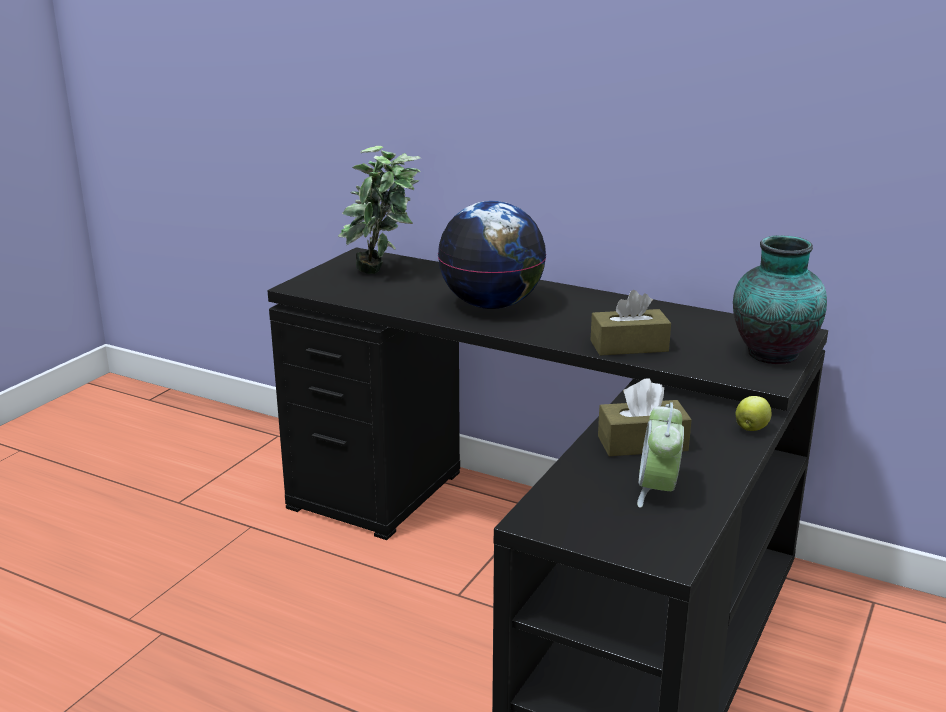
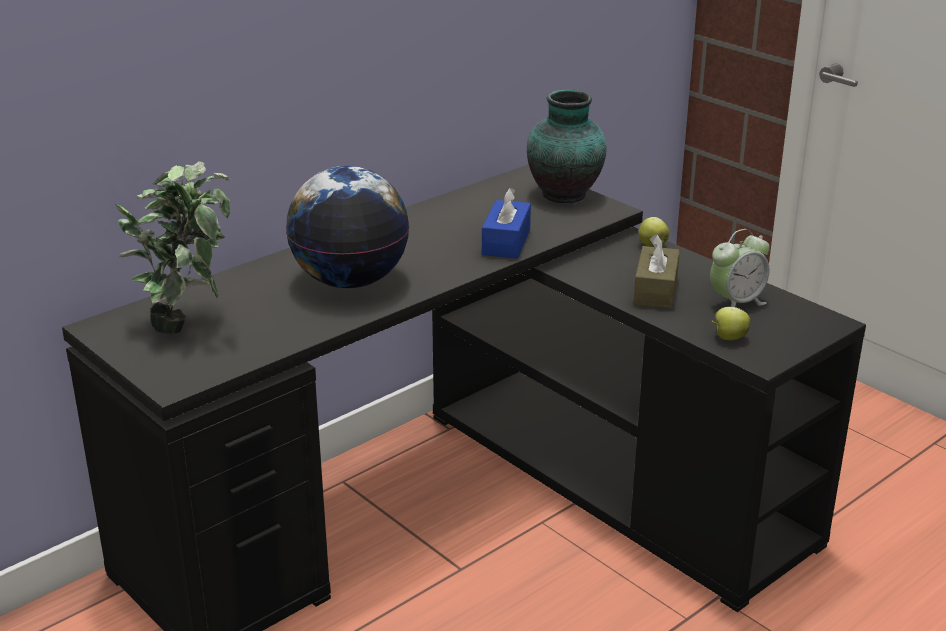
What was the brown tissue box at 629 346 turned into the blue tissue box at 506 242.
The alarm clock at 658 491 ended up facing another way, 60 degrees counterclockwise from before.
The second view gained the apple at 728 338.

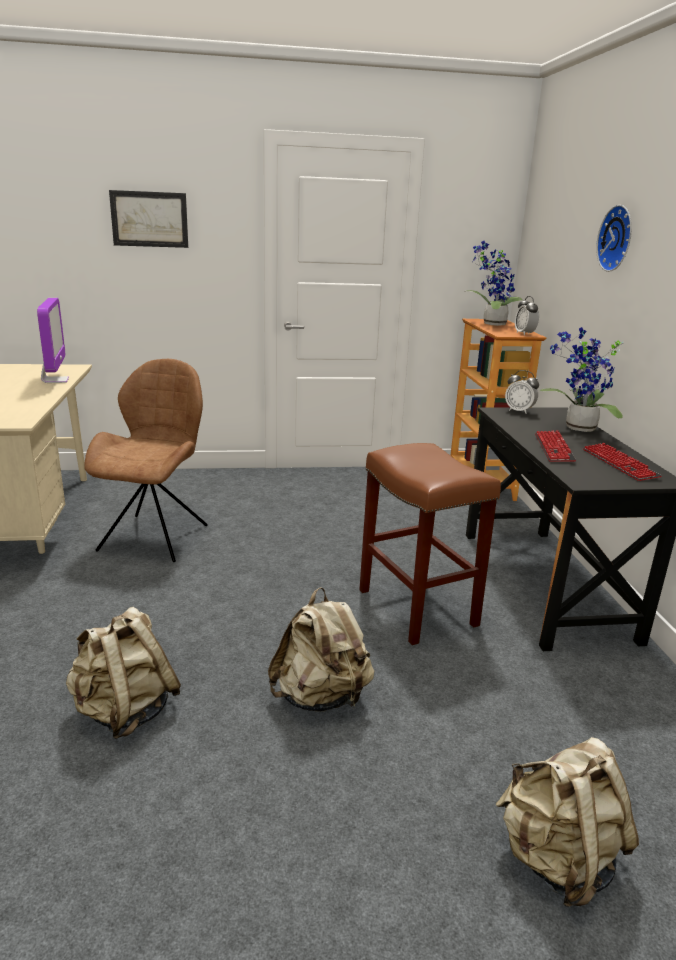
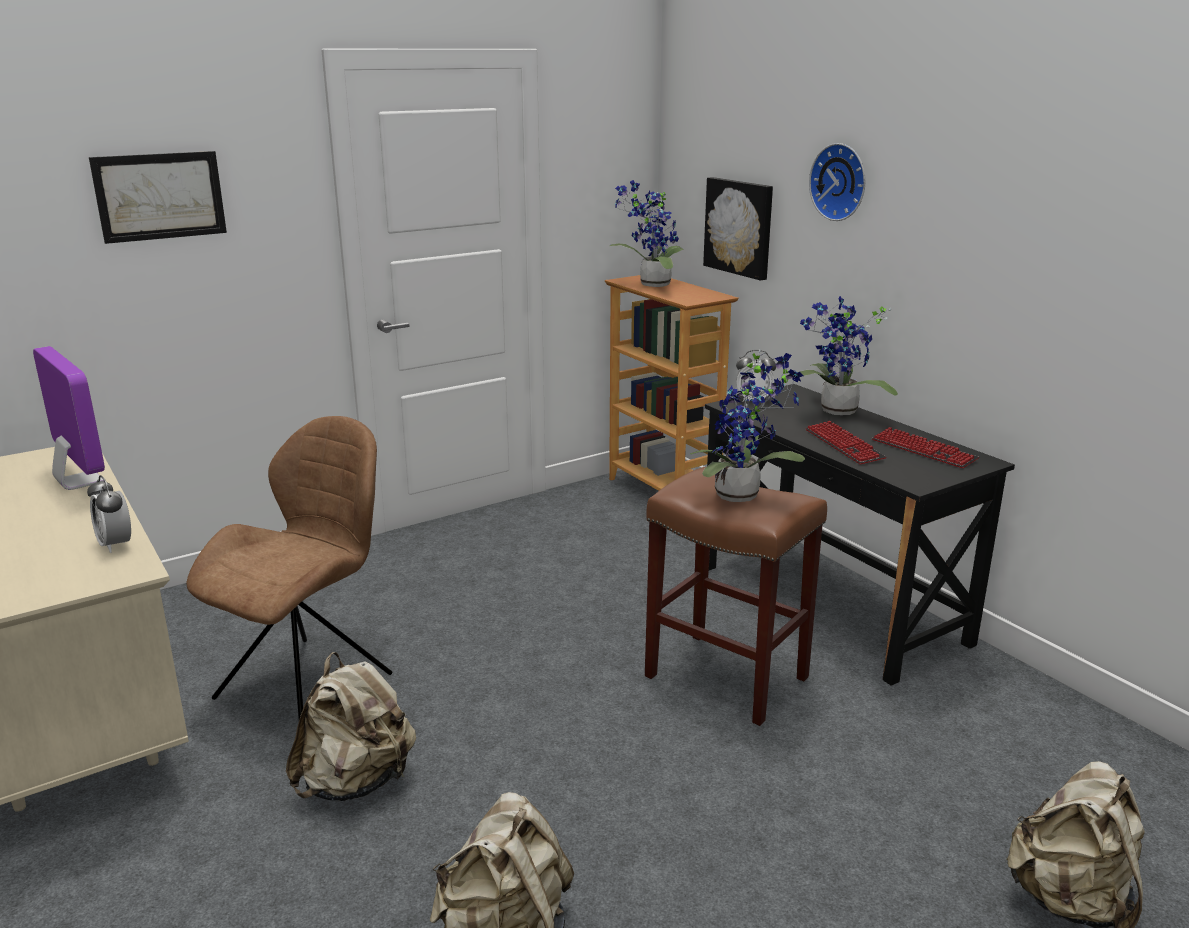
The alarm clock ended up elsewhere, having gone from 524 334 to 115 544.
The brown chair at 156 536 ended up facing another way, 45 degrees clockwise from before.
The beige backpack ended up elsewhere, having gone from 321 697 to 356 782.
The second view gained the potted plant at 743 495.
The second view gained the picture at 740 227.

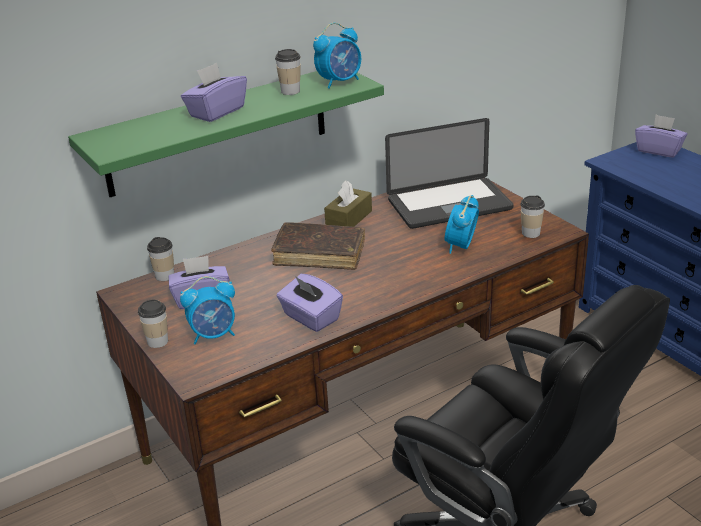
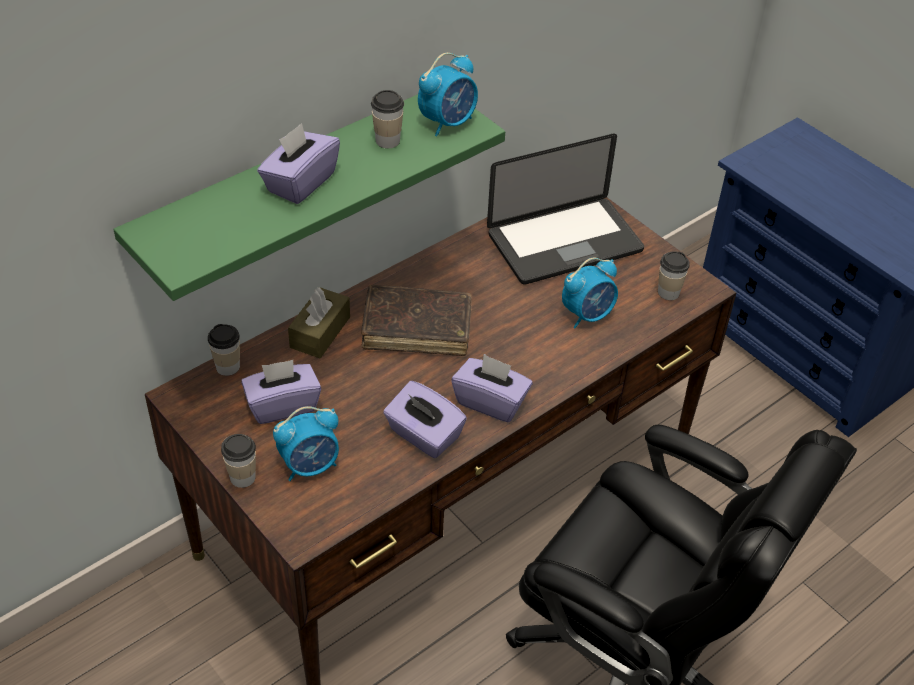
The brown tissue box ended up elsewhere, having gone from 349 219 to 320 332.
The purple tissue box ended up elsewhere, having gone from 659 150 to 491 402.
The alarm clock at 461 246 ended up facing another way, 135 degrees counterclockwise from before.

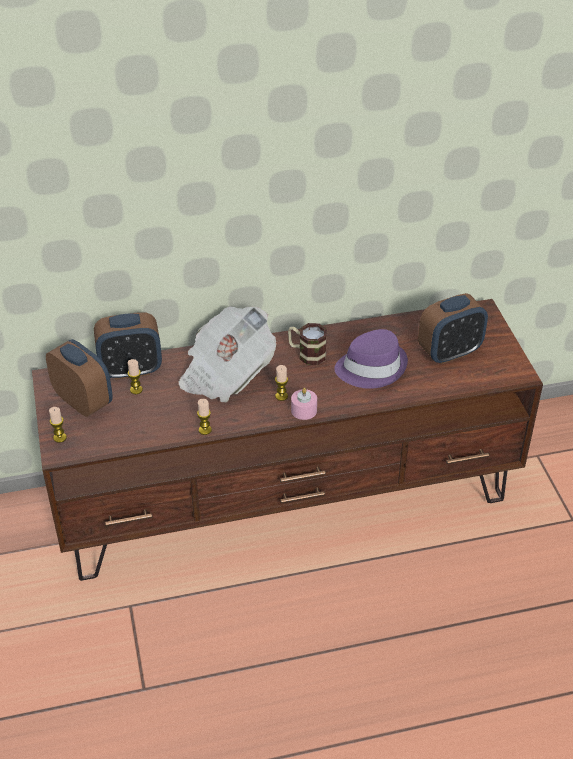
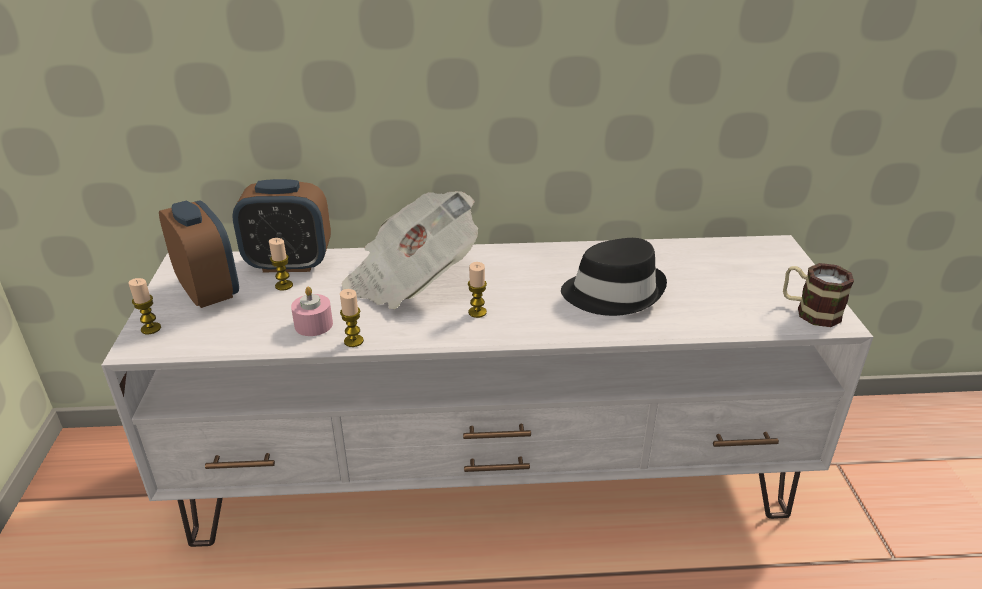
What was the brown tv stand at 287 498 turned into the white tv stand at 493 475.
The pink candle ended up elsewhere, having gone from 304 410 to 313 325.
What was the purple hat at 371 367 turned into the black hat at 613 292.
The mug ended up elsewhere, having gone from 306 354 to 809 311.
The second view lost the alarm clock at 449 352.

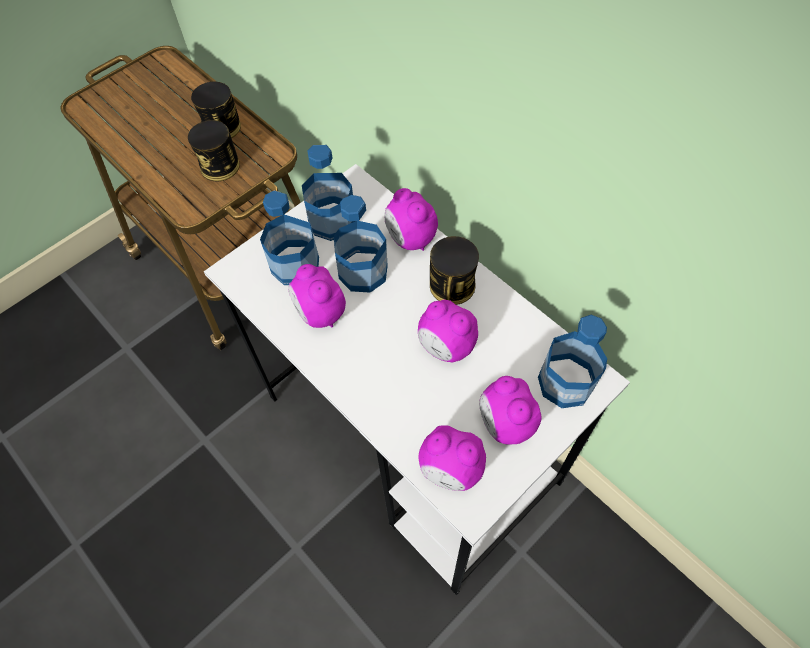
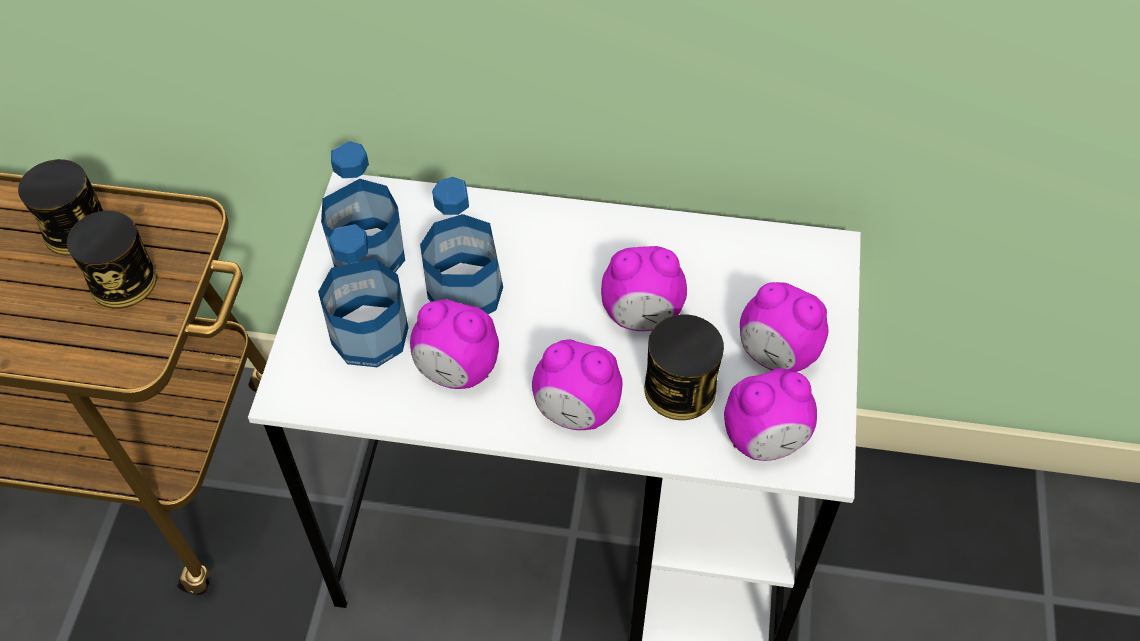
The alarm clock ended up elsewhere, having gone from 410 239 to 576 411.
The can ended up elsewhere, having gone from 452 285 to 680 389.
The second view lost the bottle at 565 383.

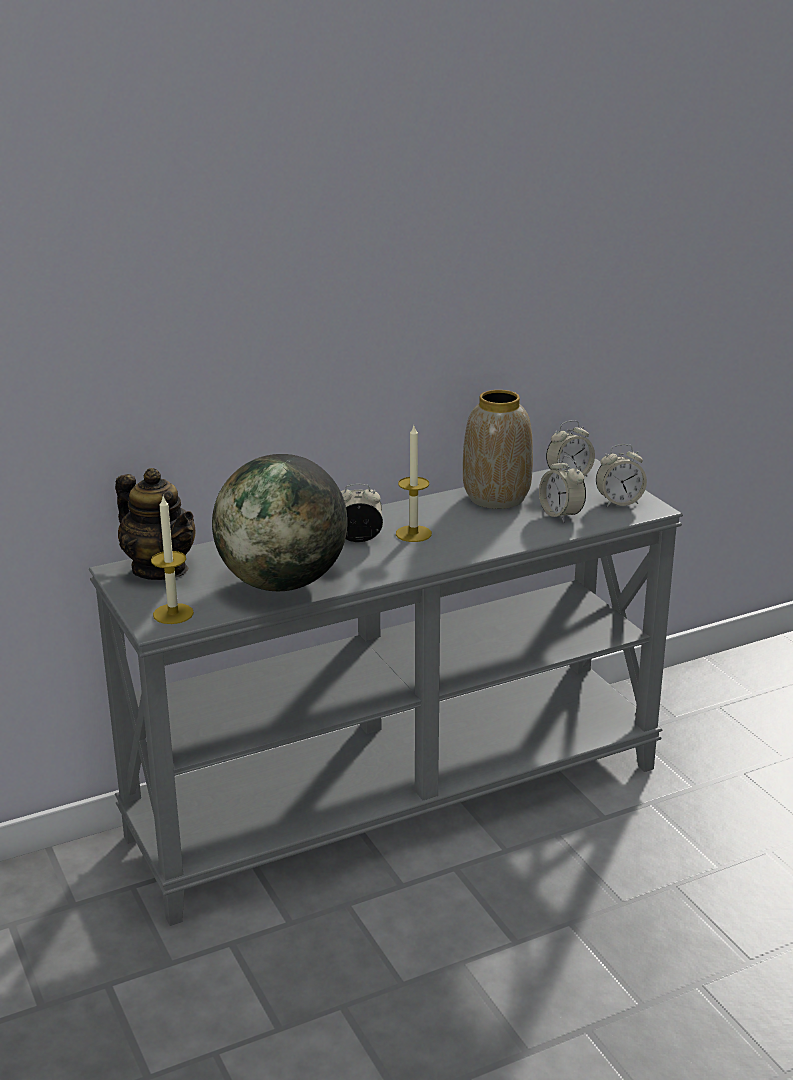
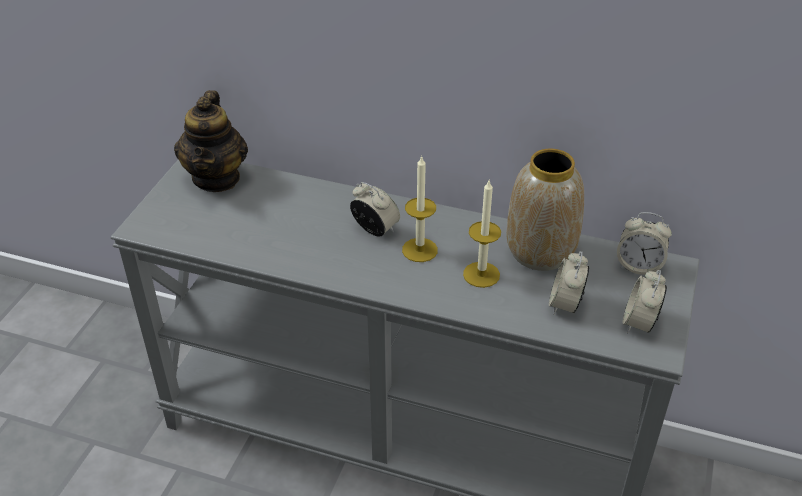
The candle ended up elsewhere, having gone from 173 614 to 481 274.
The alarm clock at 619 502 ended up facing another way, 75 degrees clockwise from before.
The second view lost the globe at 282 583.

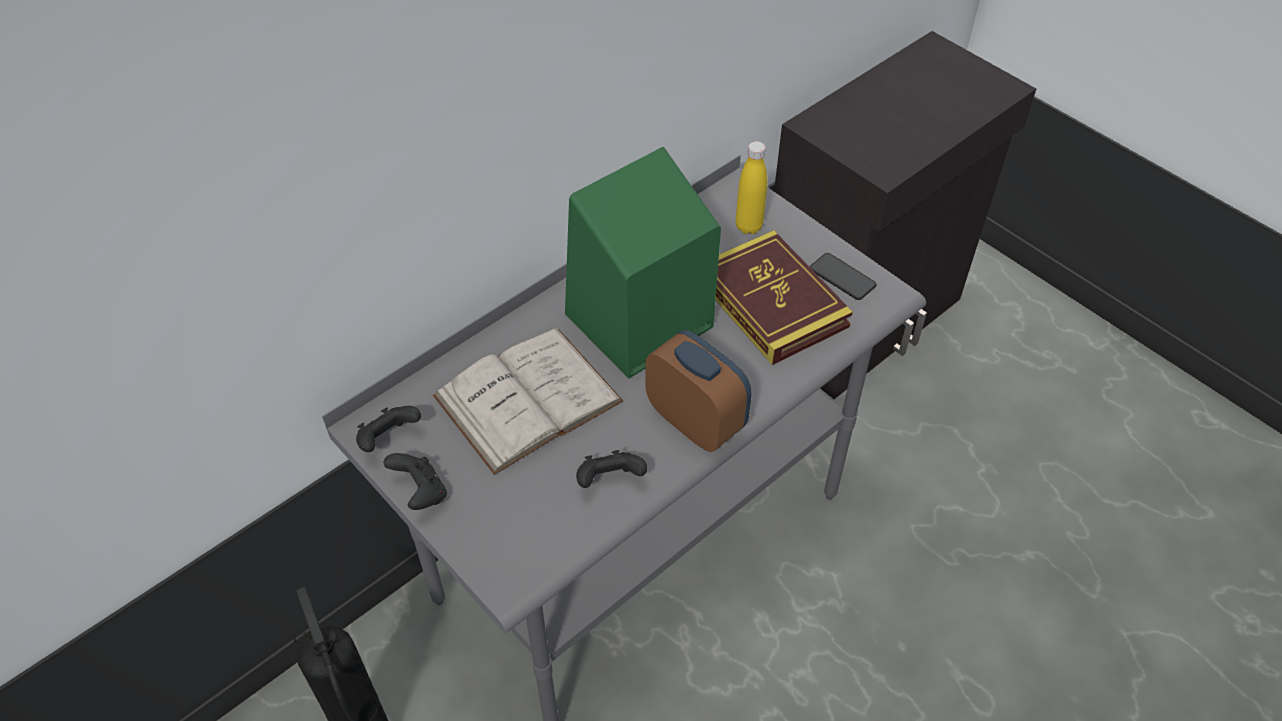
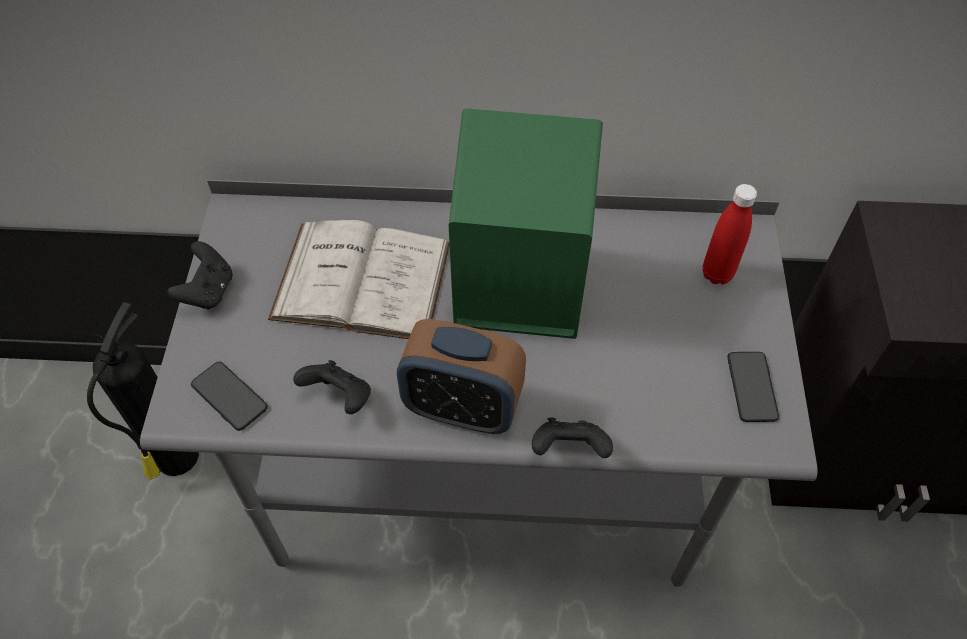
The second view gained the phone at 229 396.
The alarm clock at 695 421 ended up facing another way, 105 degrees clockwise from before.
The black game controller ended up elsewhere, having gone from 388 439 to 569 449.
What was the yellow bottle at 748 226 turned into the red bottle at 717 274.
The second view lost the book at 772 302.

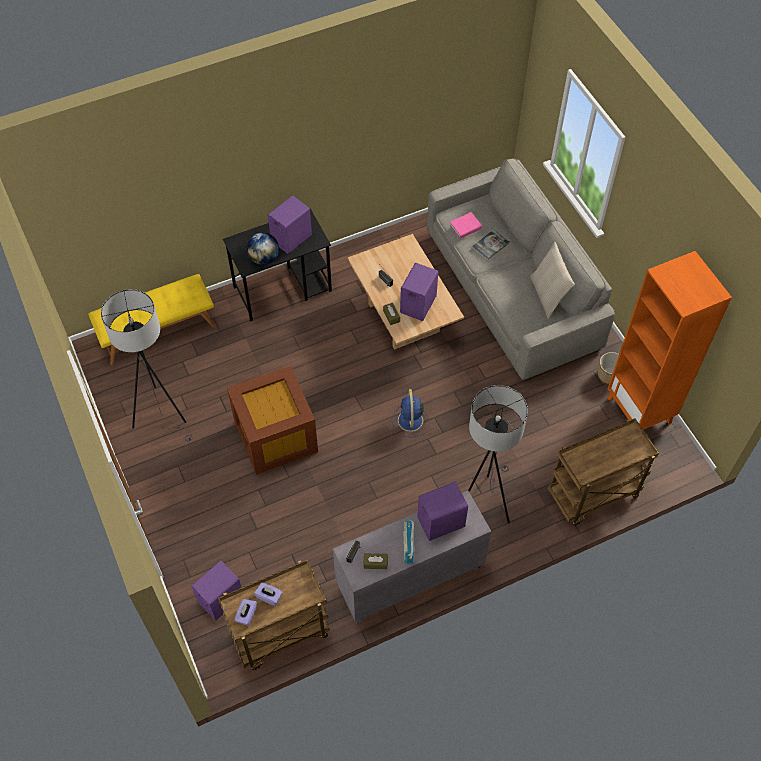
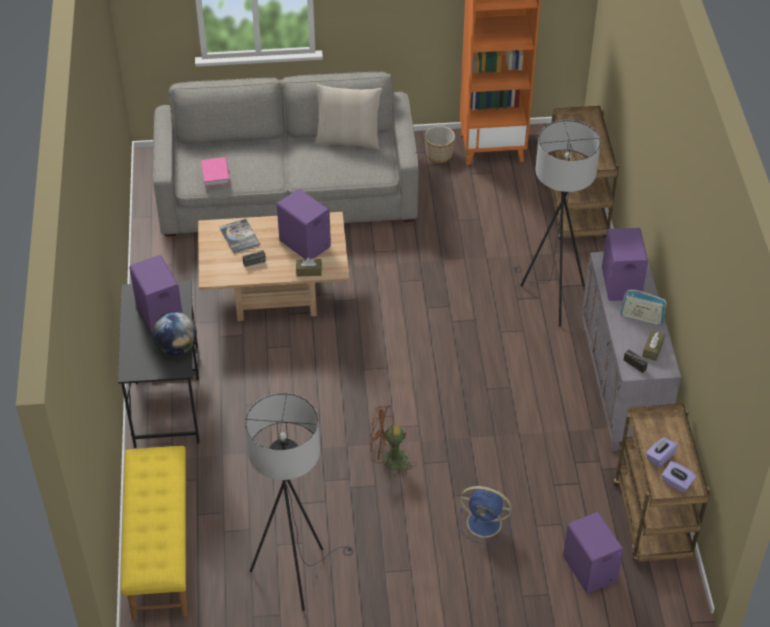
The book ended up elsewhere, having gone from 490 245 to 239 236.
Where the brown storage box stood at 275 438, the brown fan came to stand at 388 461.
The blue fan ended up elsewhere, having gone from 410 421 to 486 523.

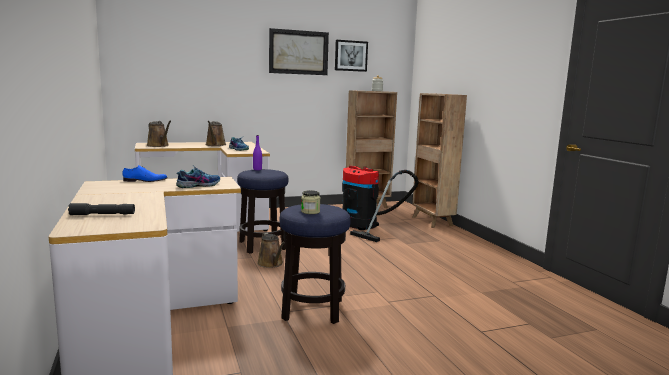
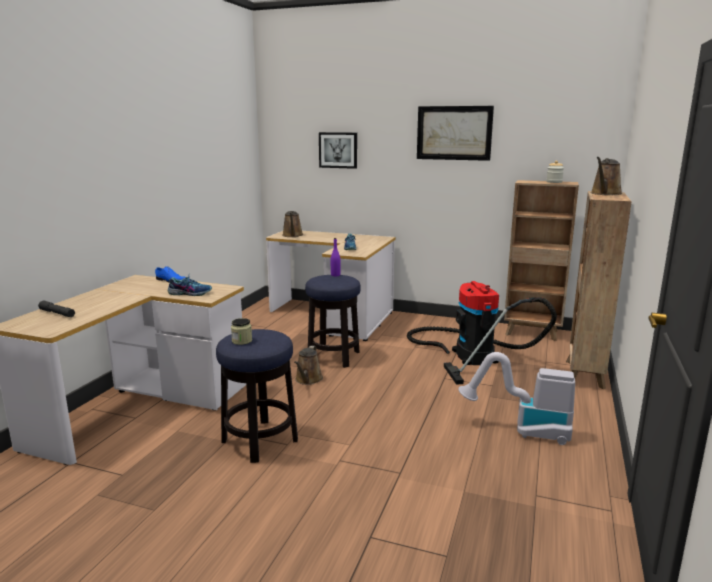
The picture ended up elsewhere, having gone from 351 56 to 338 150.
The second view gained the vacuum cleaner at 522 430.
The brown watering can ended up elsewhere, having gone from 215 145 to 605 194.

